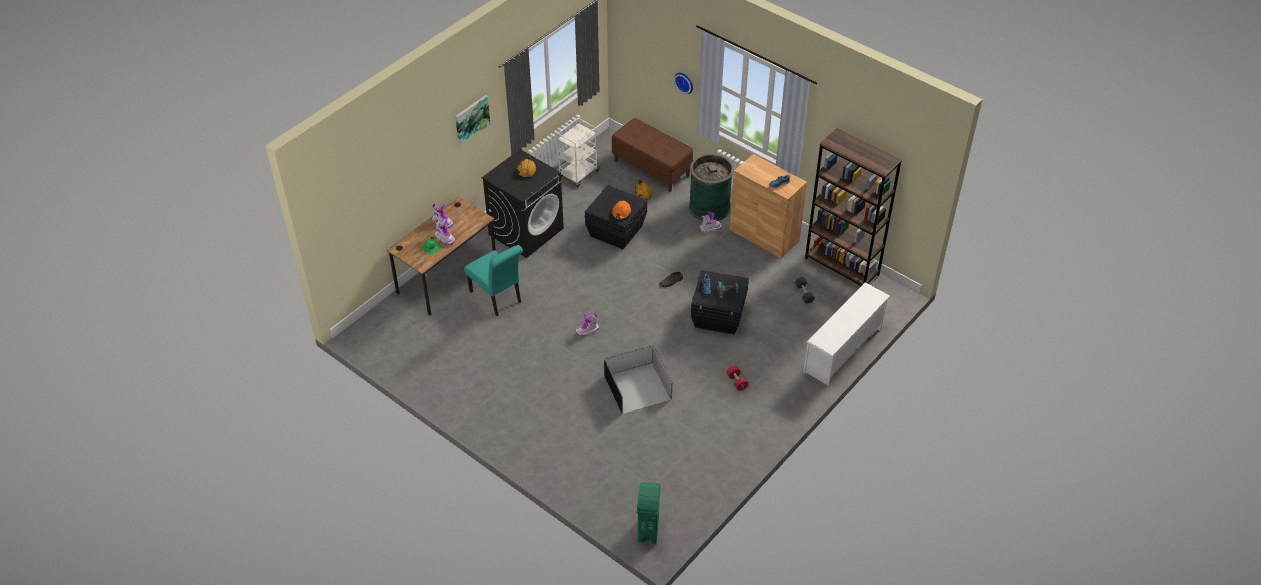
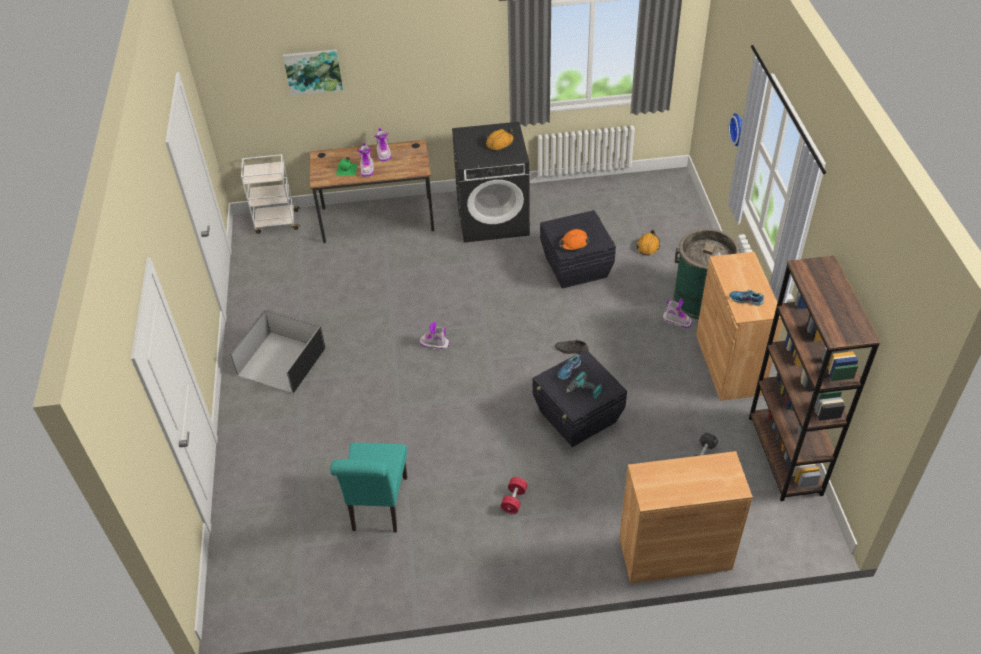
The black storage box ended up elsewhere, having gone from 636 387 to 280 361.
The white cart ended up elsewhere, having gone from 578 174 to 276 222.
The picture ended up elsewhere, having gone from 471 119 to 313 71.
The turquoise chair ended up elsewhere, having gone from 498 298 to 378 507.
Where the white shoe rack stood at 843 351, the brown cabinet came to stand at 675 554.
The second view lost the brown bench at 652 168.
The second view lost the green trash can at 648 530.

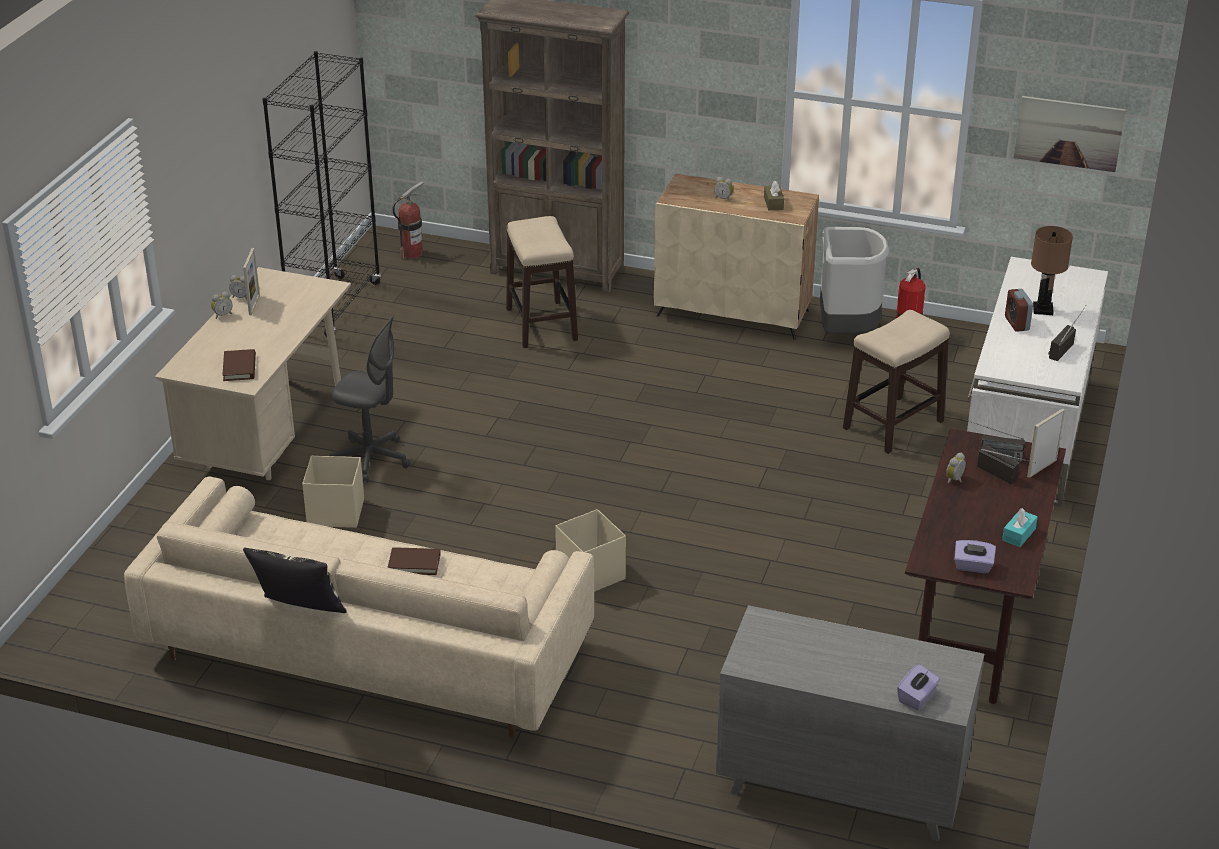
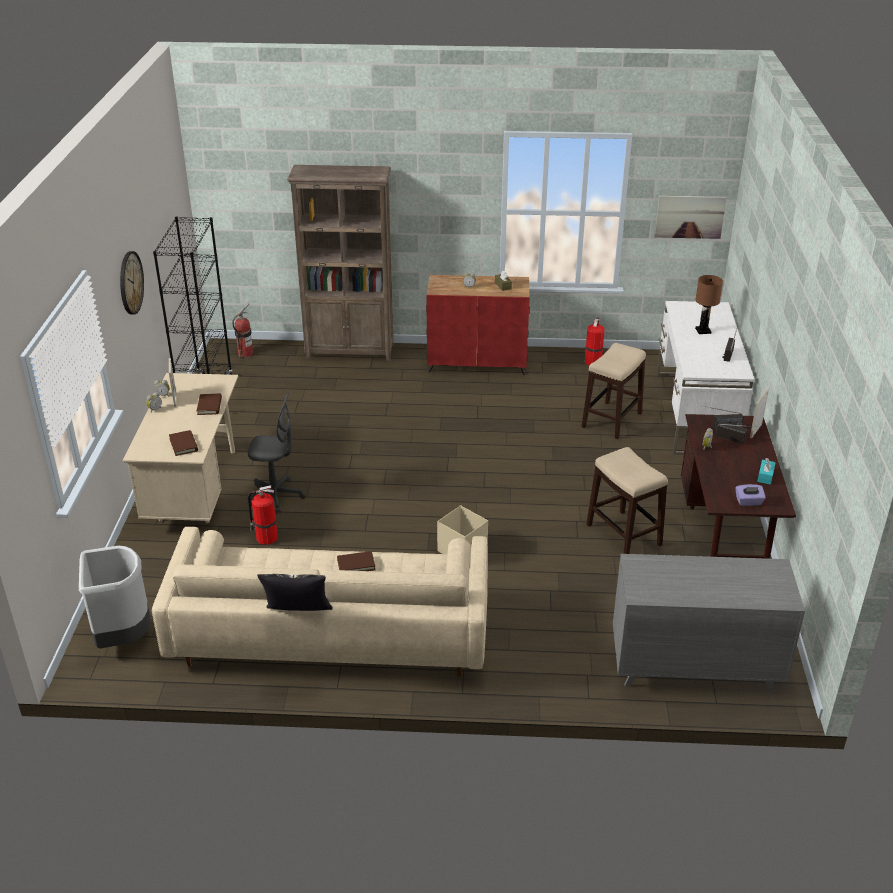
The grey trash can ended up elsewhere, having gone from 846 333 to 123 638.
The second view gained the wall clock at 130 282.
The second view gained the brown book at 209 406.
Where the beige storage box stood at 335 512, the fire extinguisher came to stand at 265 538.
What was the beige cabinet at 734 313 turned into the red cabinet at 477 363.
The stool ended up elsewhere, having gone from 541 324 to 623 534.
The second view lost the purple tissue box at 917 697.
The second view lost the alarm clock at 1016 323.

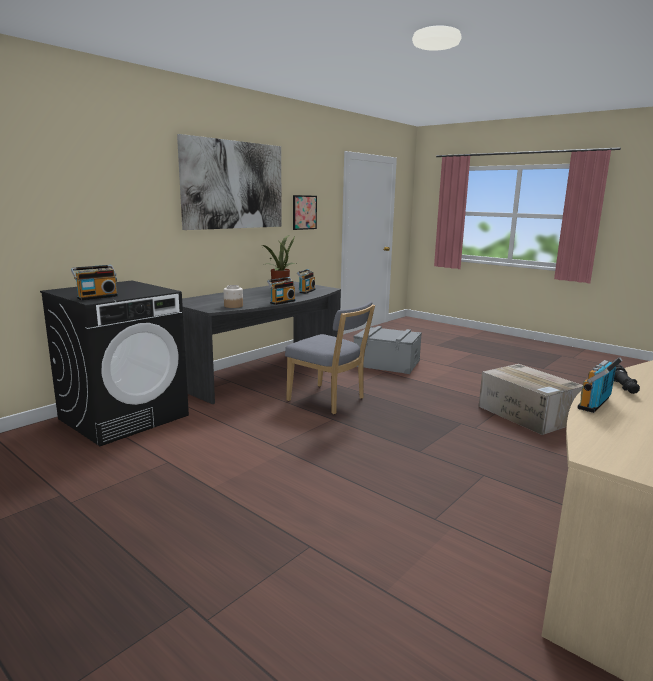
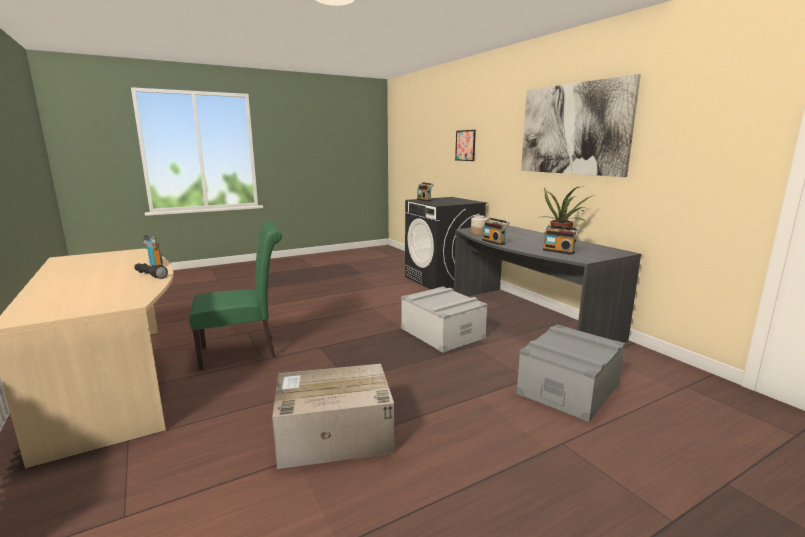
The second view gained the green chair at 244 351.
Where the grey chair stood at 329 400, the grey storage box came to stand at 442 333.
The picture ended up elsewhere, having gone from 304 212 to 465 145.

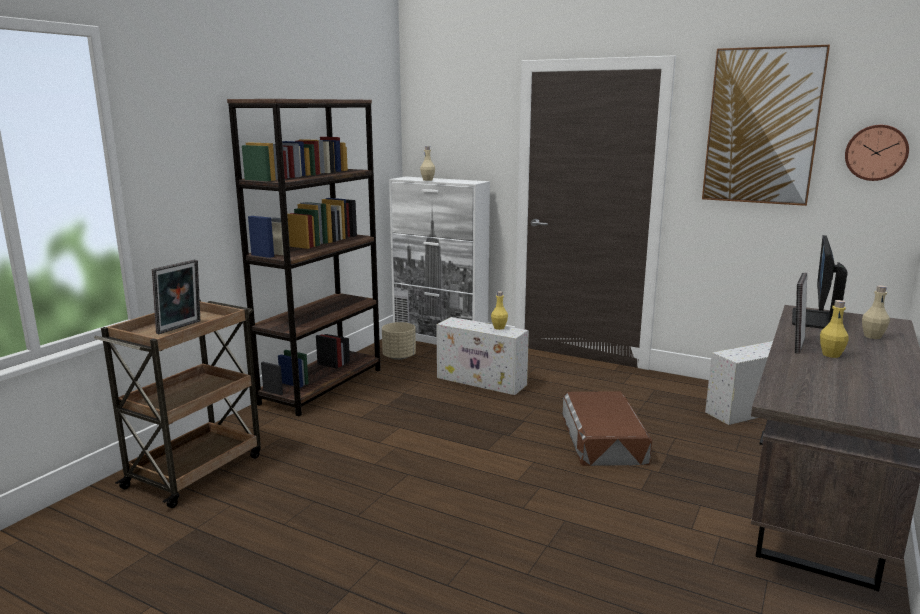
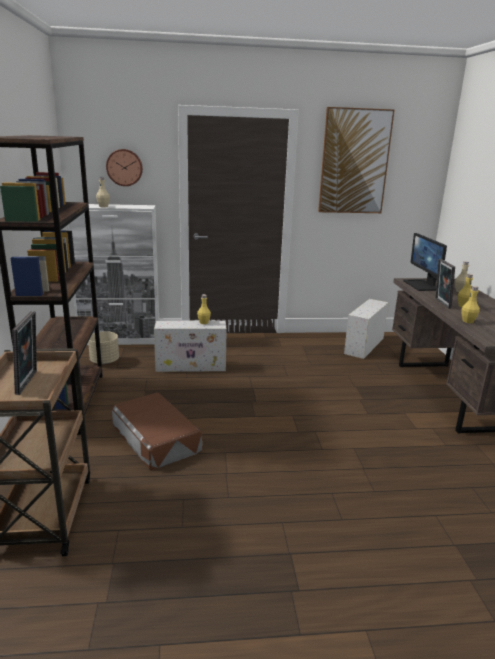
The wall clock ended up elsewhere, having gone from 876 152 to 124 167.
The brown storage box ended up elsewhere, having gone from 602 438 to 155 438.
The second view gained the yellow bottle at 468 321.

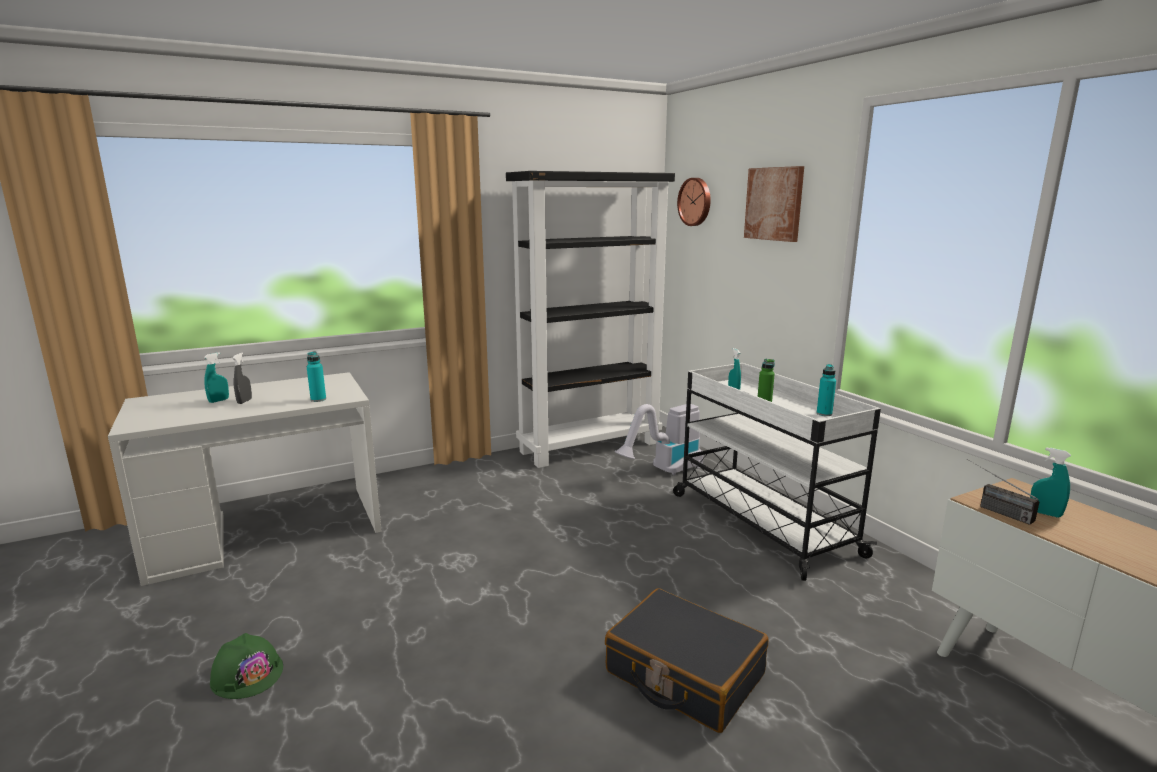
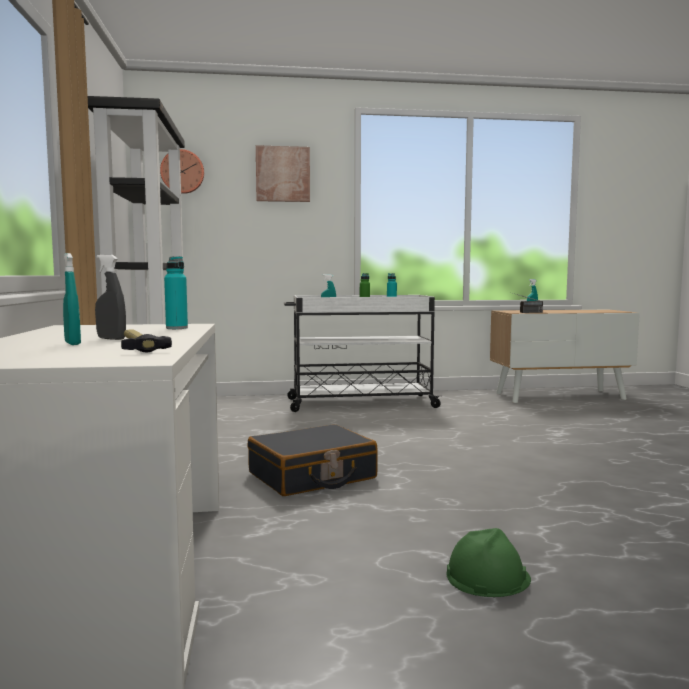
The second view gained the hammer at 138 346.
The black suitcase ended up elsewhere, having gone from 684 674 to 312 476.
The second view lost the vacuum cleaner at 664 471.

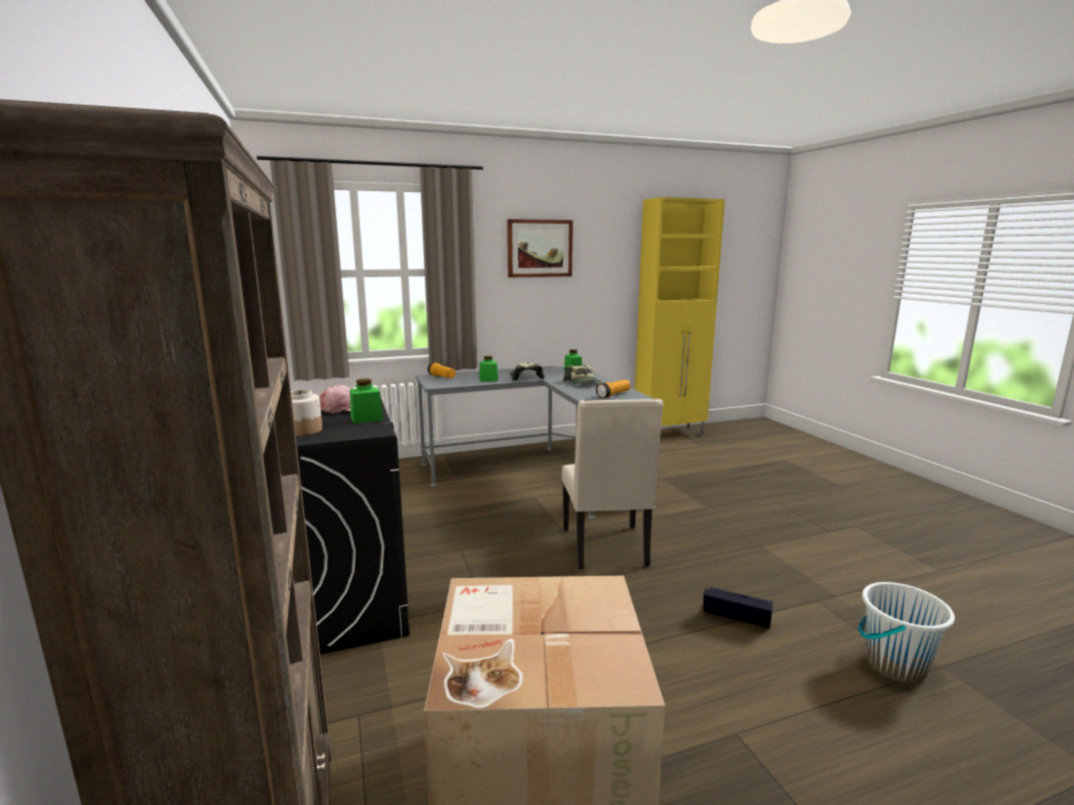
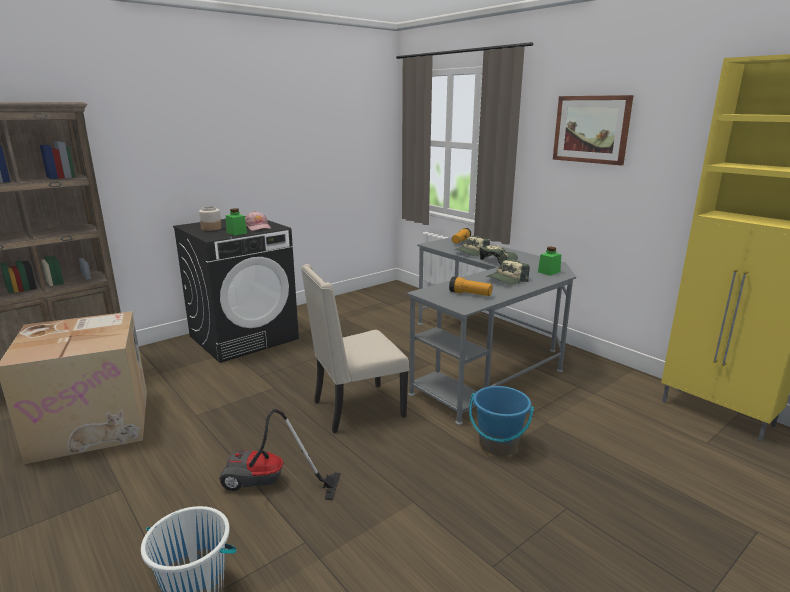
Where the black storage box stood at 735 613, the vacuum cleaner came to stand at 269 485.
Where the green jar stood at 488 380, the cap came to stand at 471 253.
The second view gained the blue bucket at 498 445.

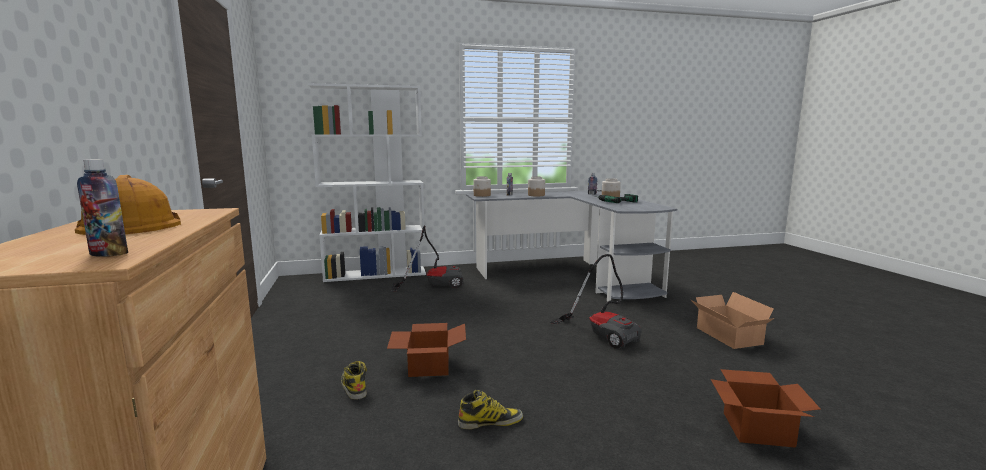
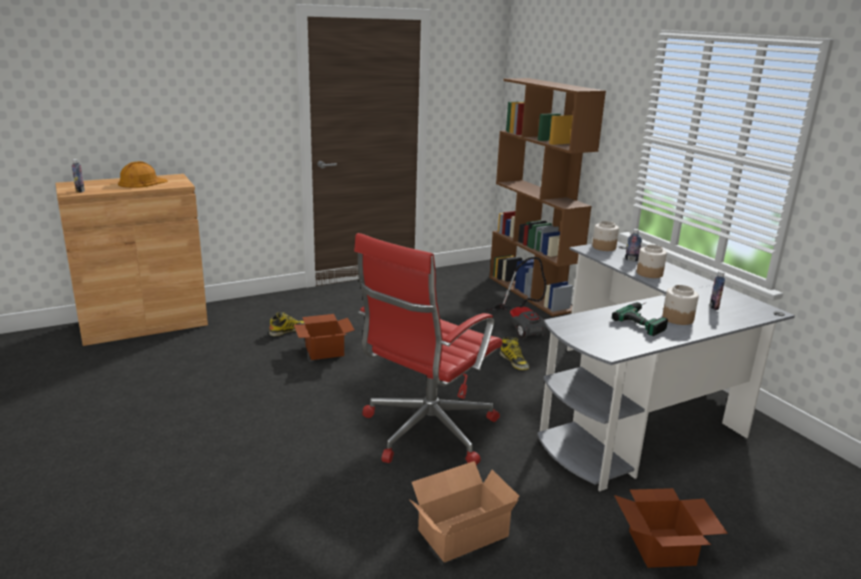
Where the vacuum cleaner stood at 602 334, the red office chair came to stand at 426 432.
What was the white bookcase at 376 274 turned into the brown bookcase at 532 293.
The boot ended up elsewhere, having gone from 490 422 to 514 361.
The cardboard box ended up elsewhere, having gone from 758 428 to 663 548.

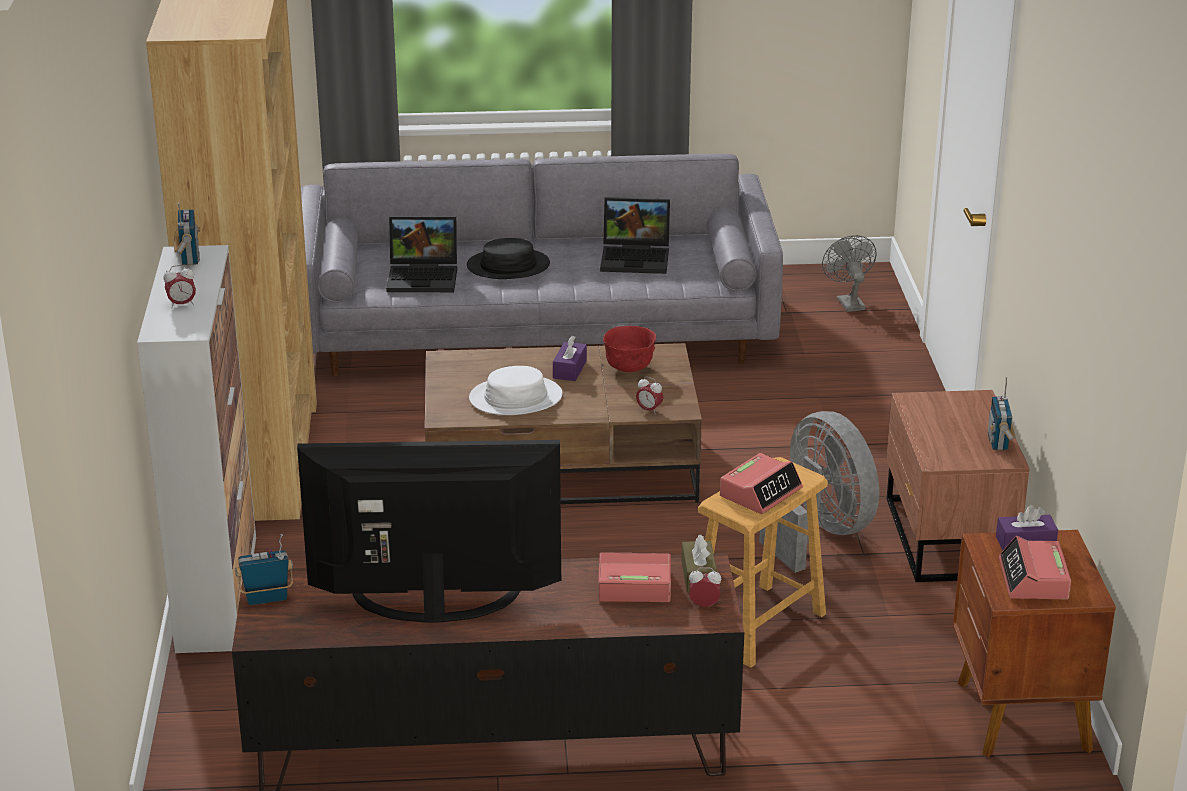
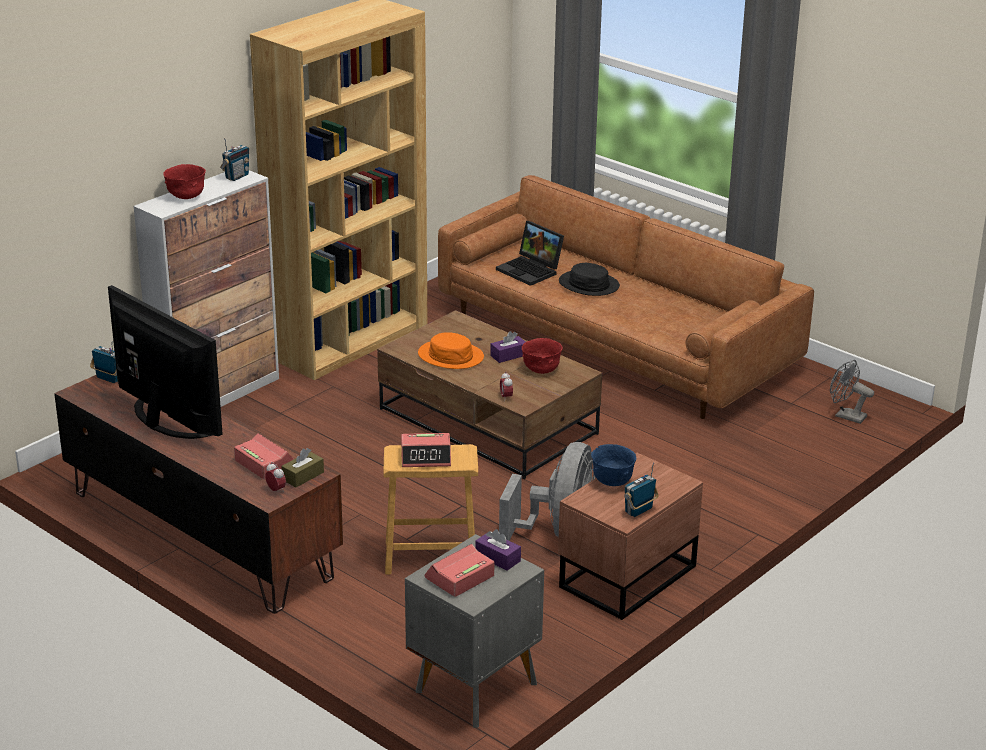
Where the alarm clock stood at 182 304, the red bowl came to stand at 186 197.
What was the brown nightstand at 1021 717 turned into the grey nightstand at 473 687.
What was the white hat at 515 398 turned into the orange hat at 451 356.
What was the grey sofa at 536 331 turned into the brown sofa at 615 343.
The second view gained the blue bowl at 612 481.
The grey fan at 848 302 ended up facing another way, 90 degrees counterclockwise from before.
The second view lost the laptop at 637 258.

